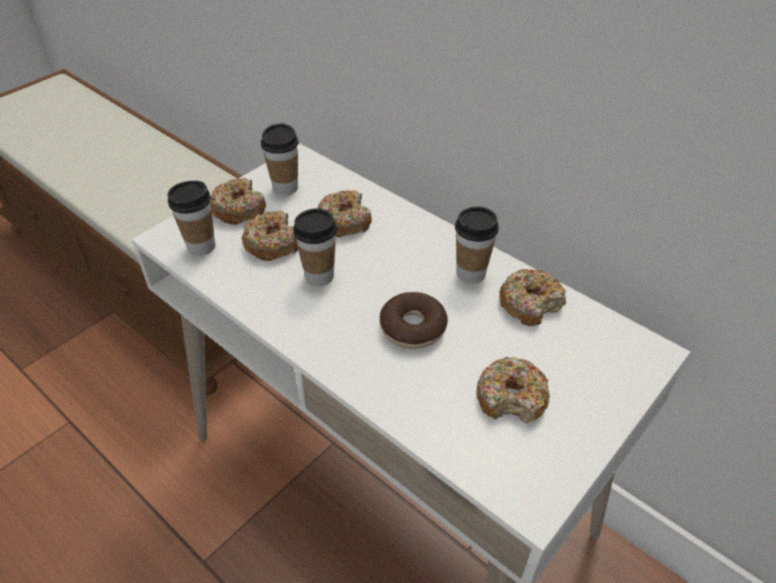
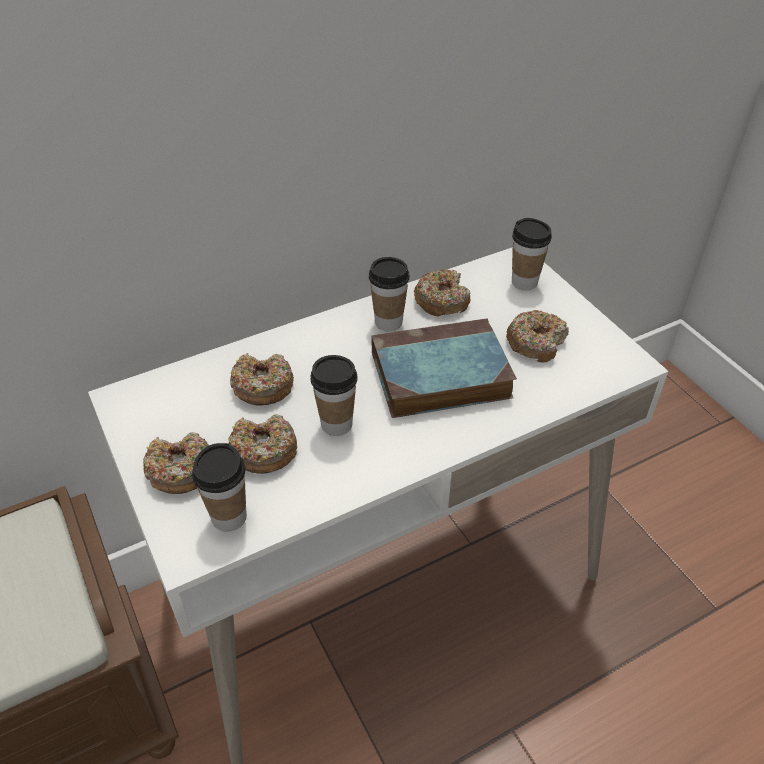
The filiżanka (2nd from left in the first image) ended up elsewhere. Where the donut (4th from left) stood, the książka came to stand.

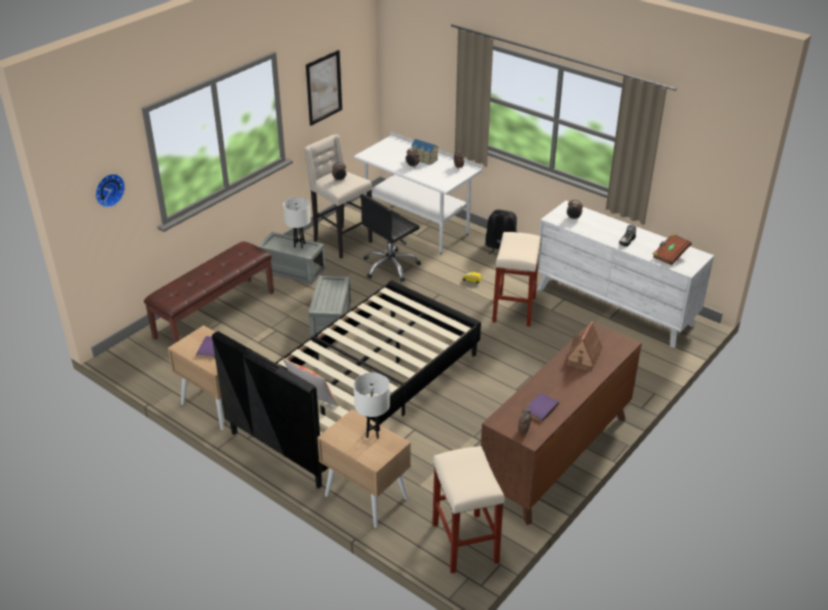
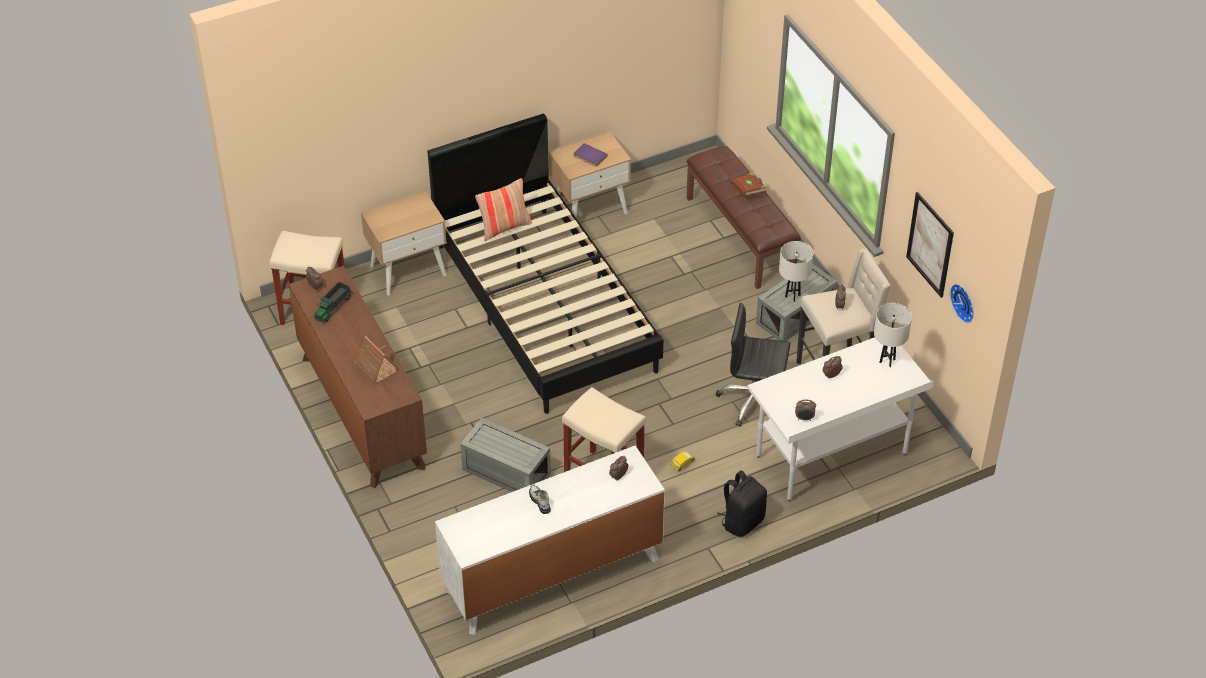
The zegar ścienny ended up elsewhere. The pojemnik do przechowywania/szary (2nd from left in the first image) ended up elsewhere. The lampa stołowa/biały (2nd from left) ended up elsewhere. The krzesło biurowe/czarny ended up facing another way, 60 degrees counterclockwise from before. The second view lost the domek (1st from left). Where the książka/fioletowy (2nd from left) stood, the ciężarówka zabawkowa came to stand. The książka/brązowy ended up elsewhere.

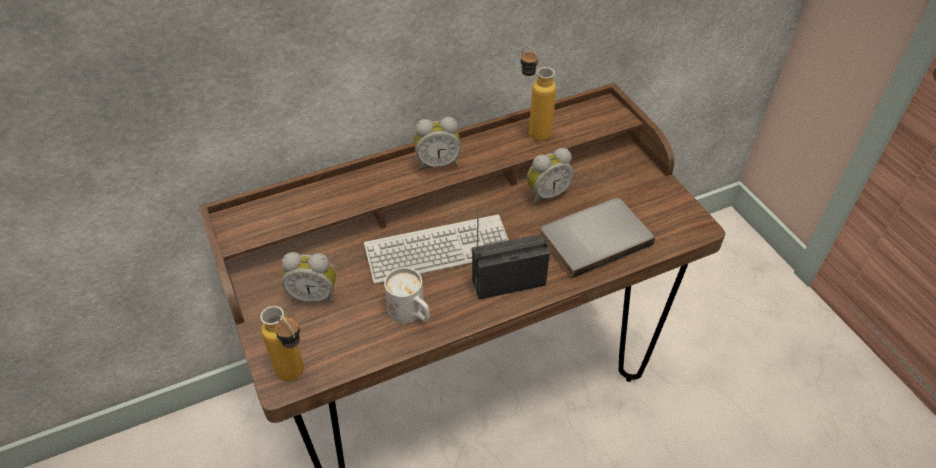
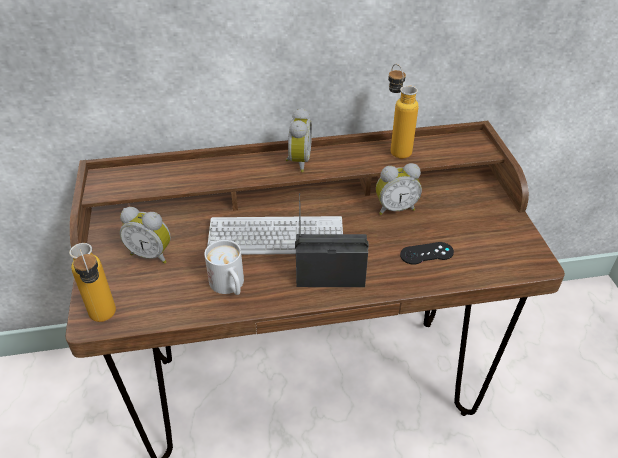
The budzik (2nd from left) ended up facing another way, 90 degrees counterclockwise from before. Where the książka/szary stood, the pad do gier/czarny came to stand.

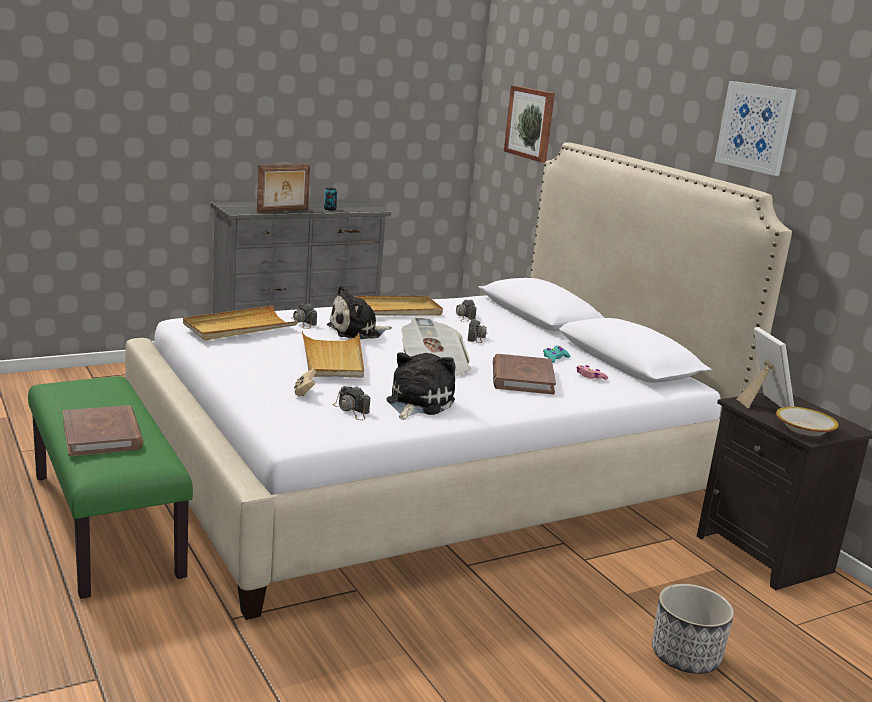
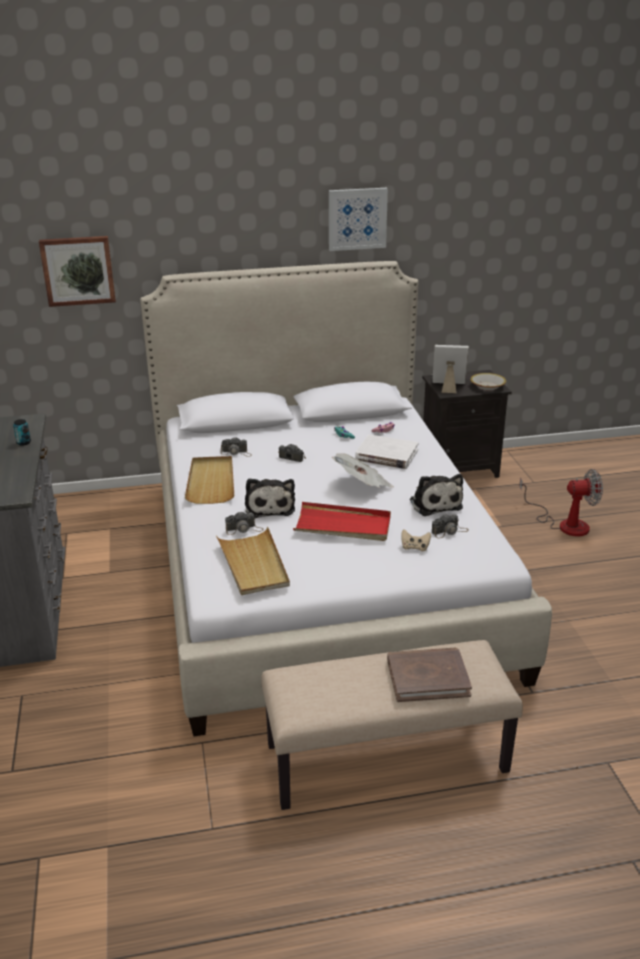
What was the ławka/zielony turned into the ławka/beżowy. The second view lost the ramka na zdjęcie (1st from left). What was the taca/beżowy (2nd from left) turned into the taca/czerwony. The pluszak (2nd from left) ended up facing another way, 150 degrees counterclockwise from before. What was the książka/brązowy (2nd from left) turned into the książka/biały. Where the donica stood, the wentylator came to stand.

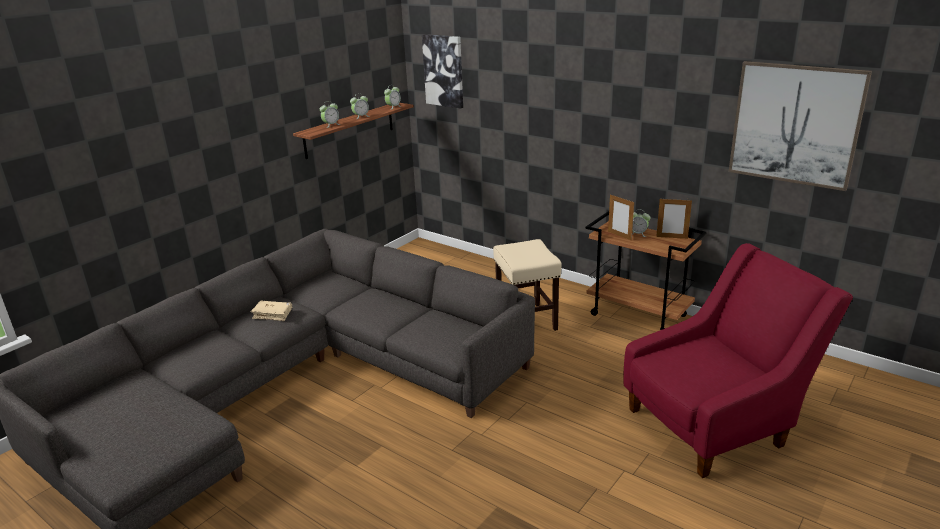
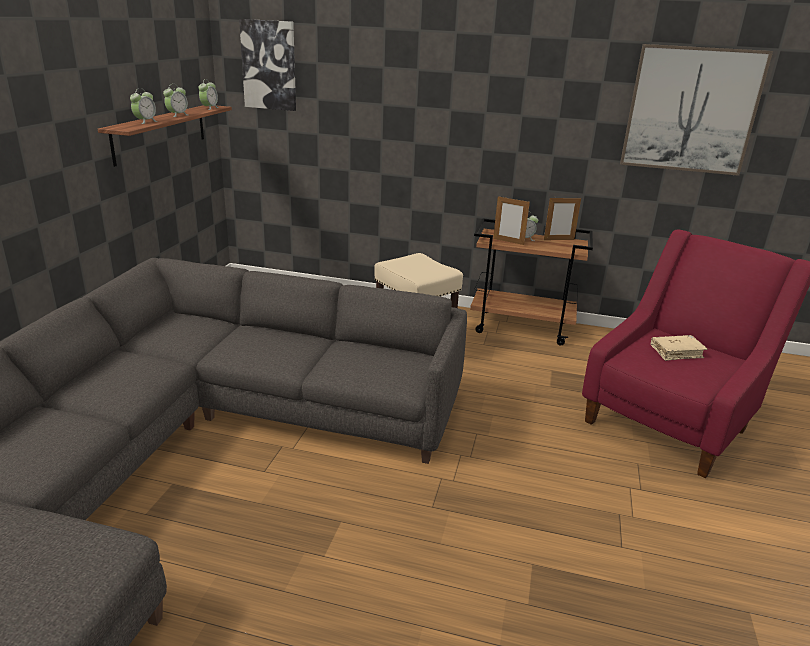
The książka/beżowy ended up elsewhere.

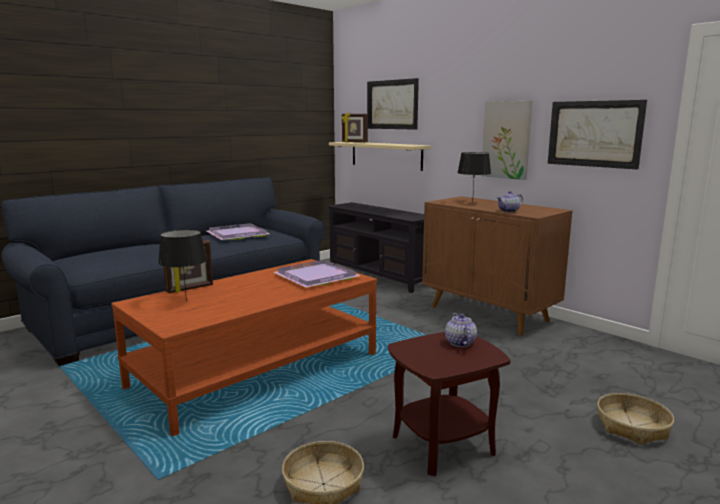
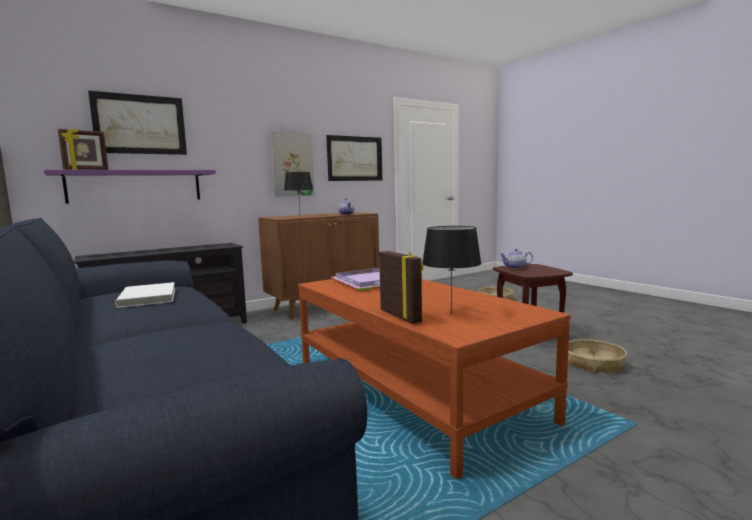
Where the taca/fioletowy (1st from left) stood, the książka/biały came to stand. What was the półka/beżowy turned into the półka/fioletowy.

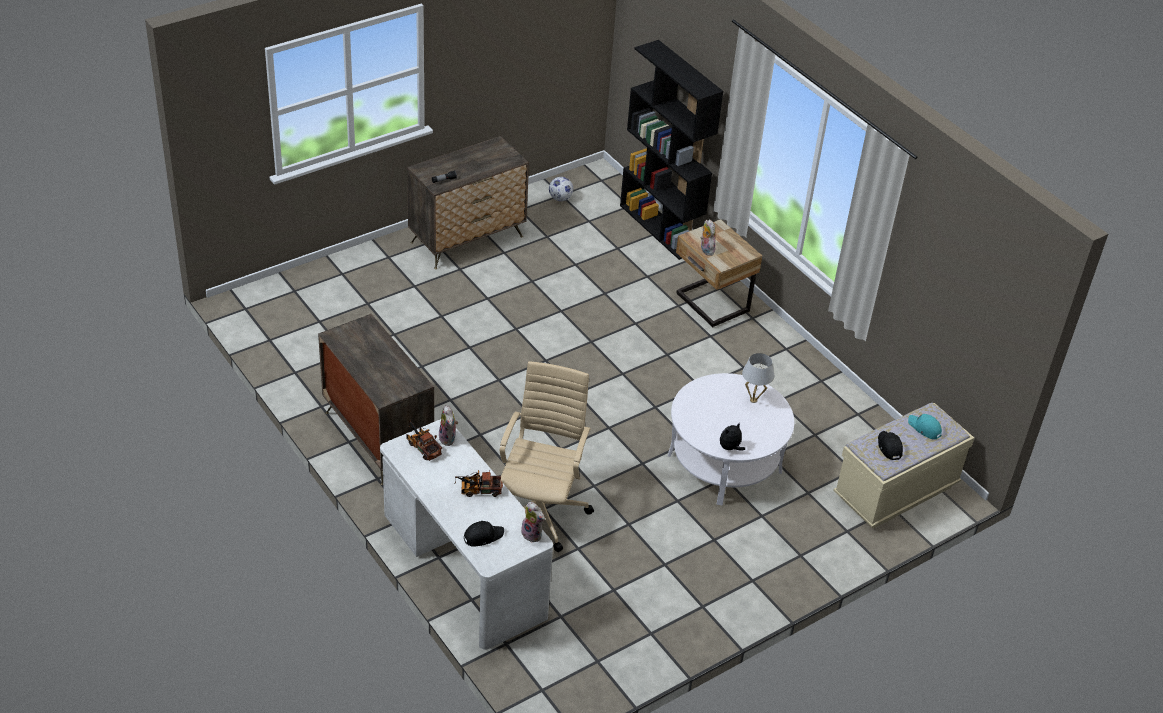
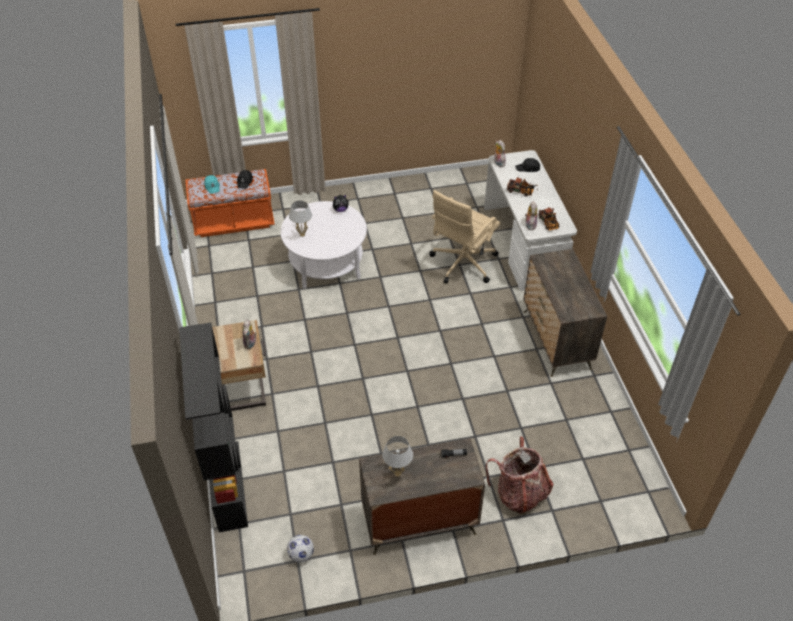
What was the ławka/beżowy turned into the ławka/pomarańczowy. The second view gained the lampa stołowa/biały (2nd from left). The second view gained the plecak.

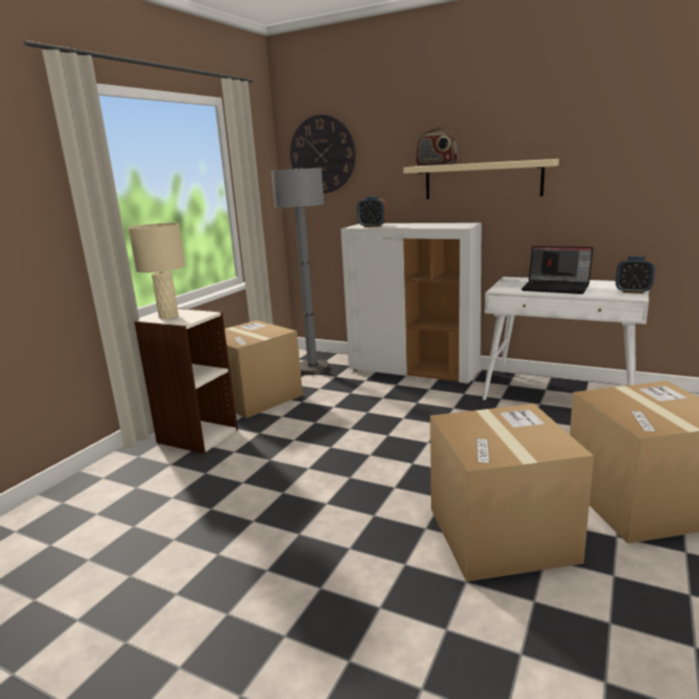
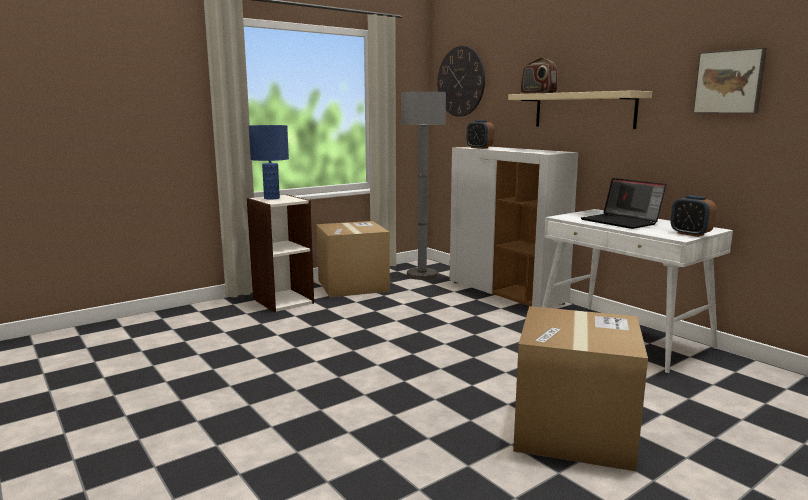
What was the lampa stołowa/beżowy turned into the lampa stołowa/niebieski. The second view lost the karton (2nd from left). The second view gained the obraz.

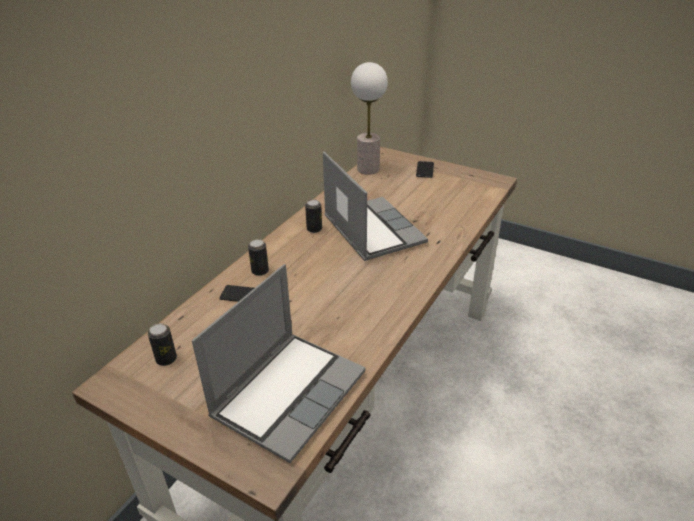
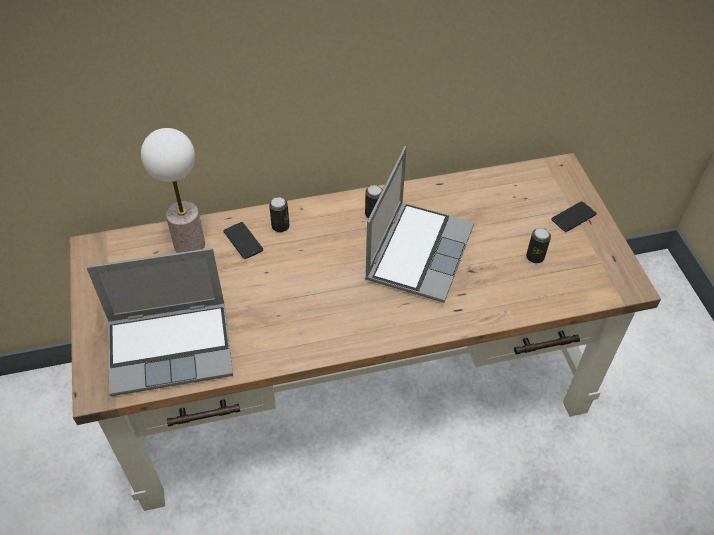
The puszka (1st from left in the first image) ended up elsewhere. The lampa stołowa ended up elsewhere.

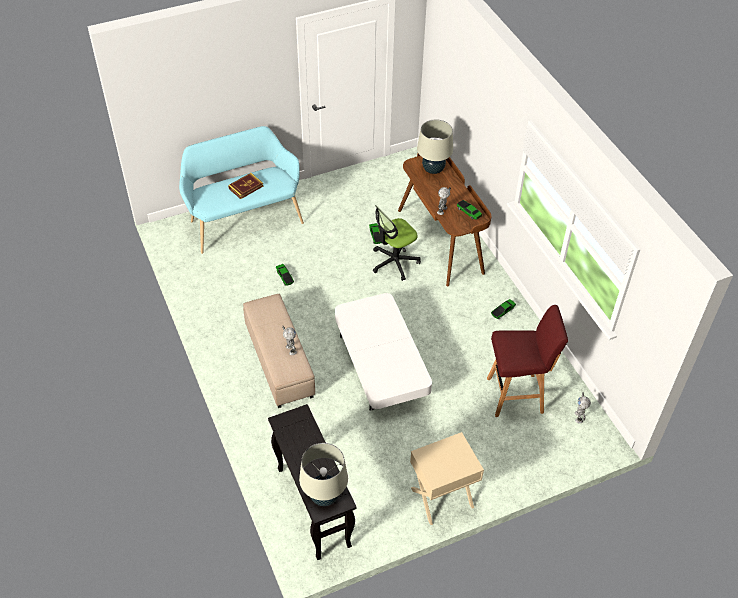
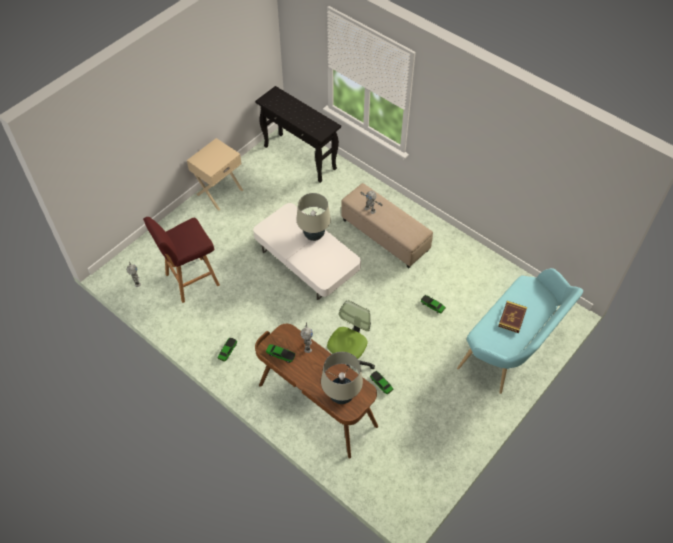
The lampa stołowa/beżowy (1st from left) ended up elsewhere.

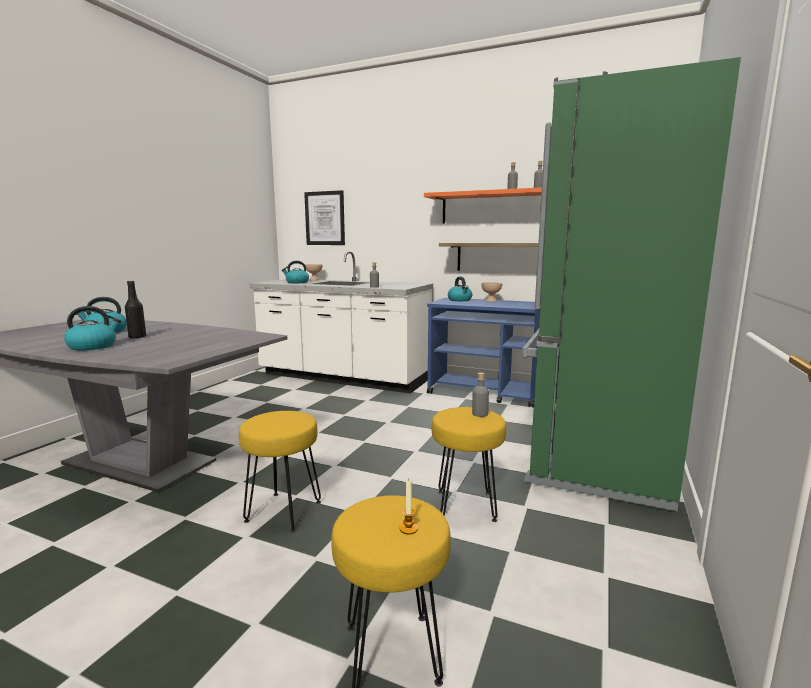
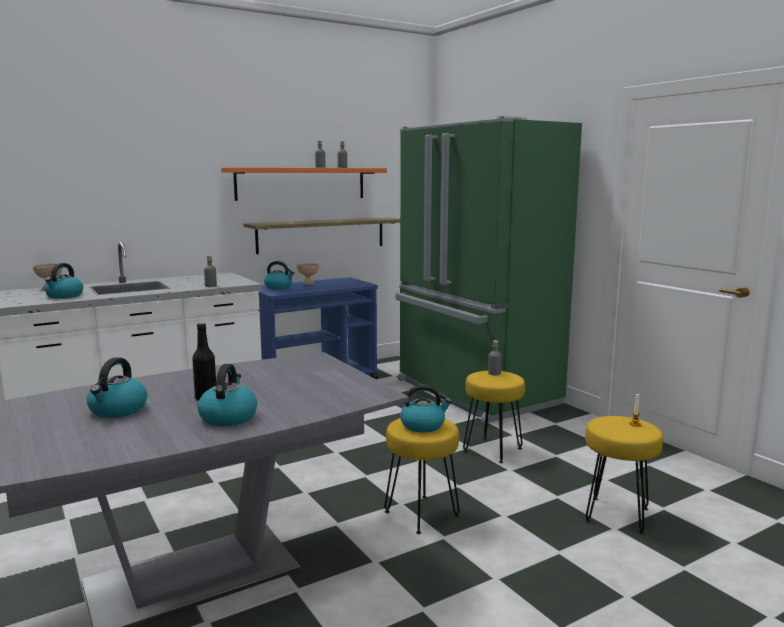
The second view lost the obraz. The second view gained the czajnik (5th from left).

